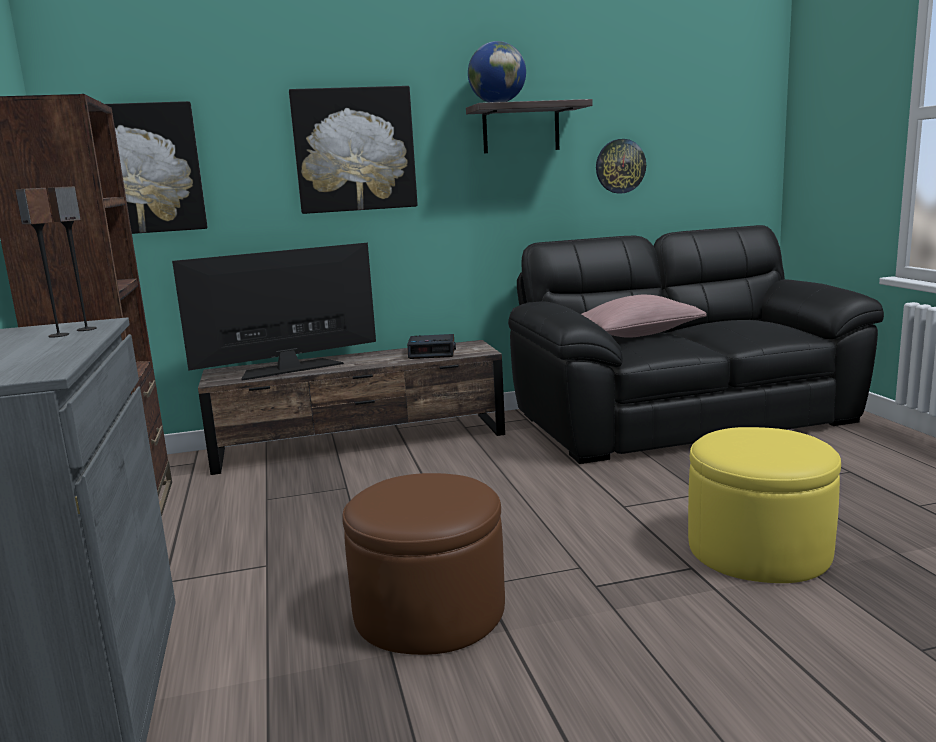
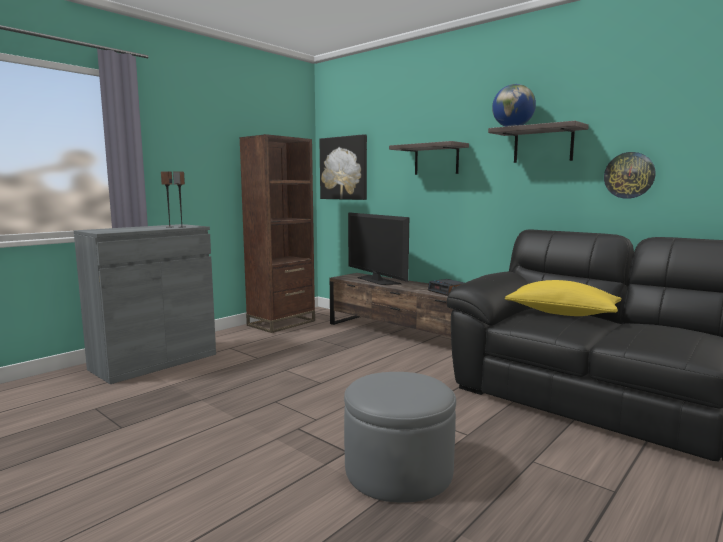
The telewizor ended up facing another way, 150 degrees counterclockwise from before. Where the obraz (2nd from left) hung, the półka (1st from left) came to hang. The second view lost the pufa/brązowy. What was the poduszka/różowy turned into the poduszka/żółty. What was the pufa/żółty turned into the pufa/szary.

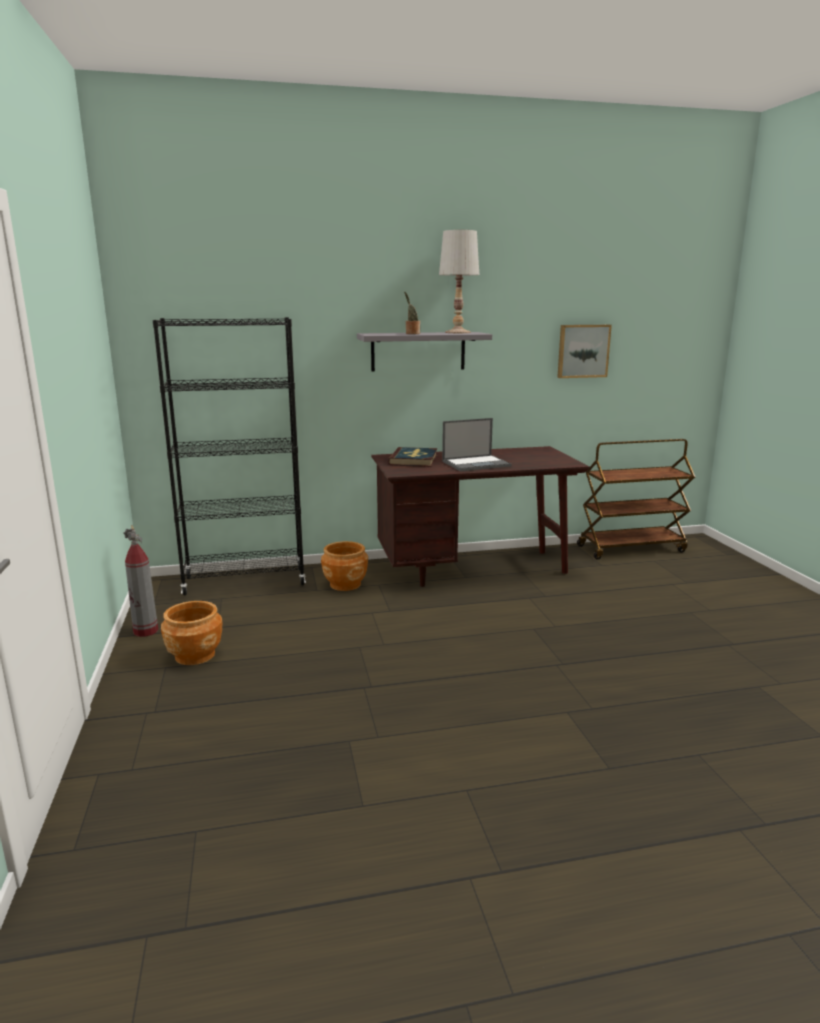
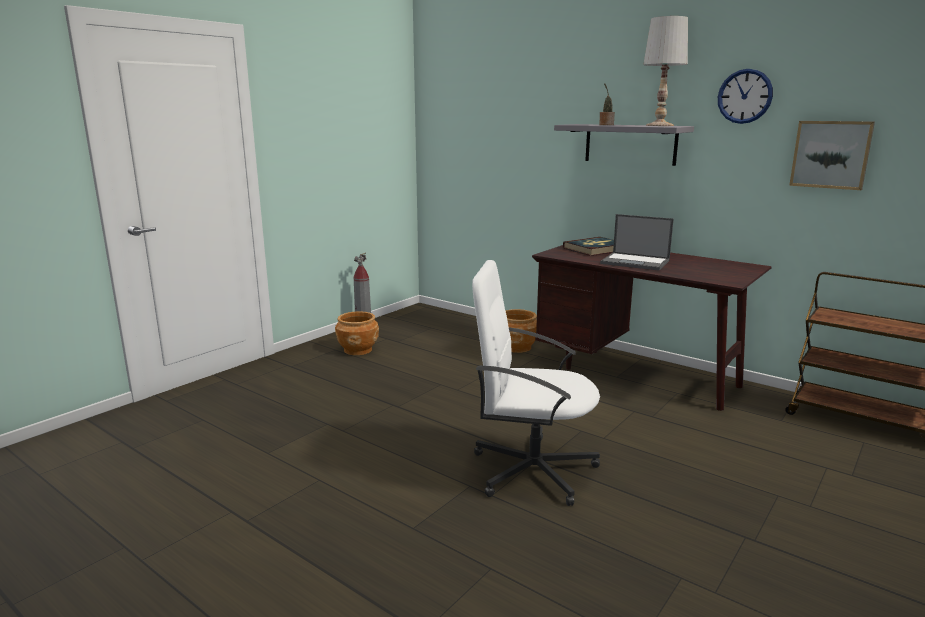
The second view lost the regał/czarny. The second view gained the krzesło biurowe/biały. The second view gained the zegar ścienny.

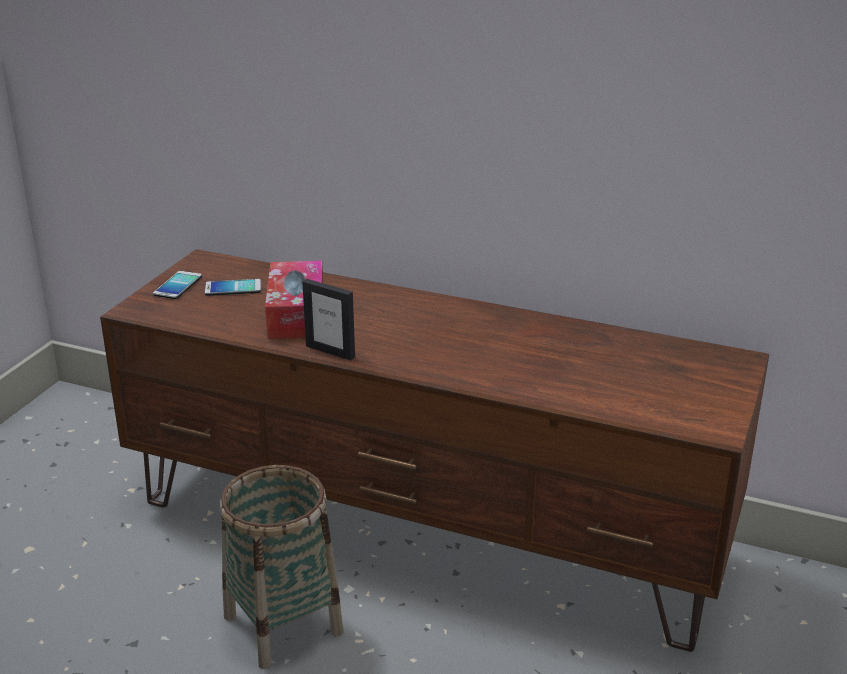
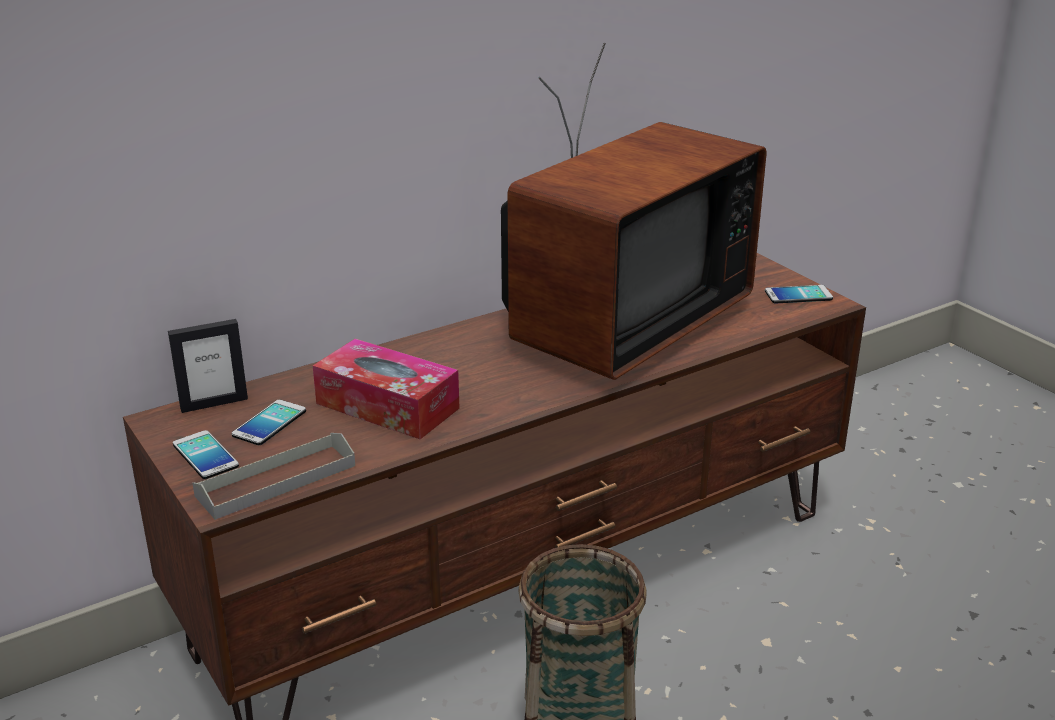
The ramka na zdjęcie ended up elsewhere. The second view gained the taca/szary. The second view gained the telewizor. The second view gained the telefon (3rd from left).

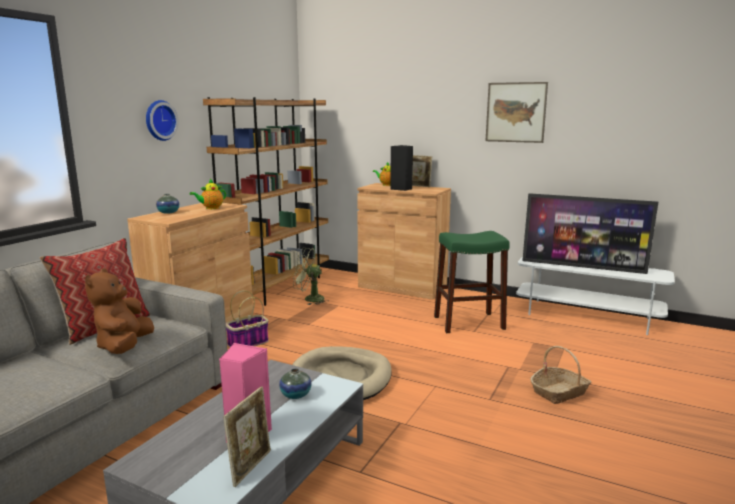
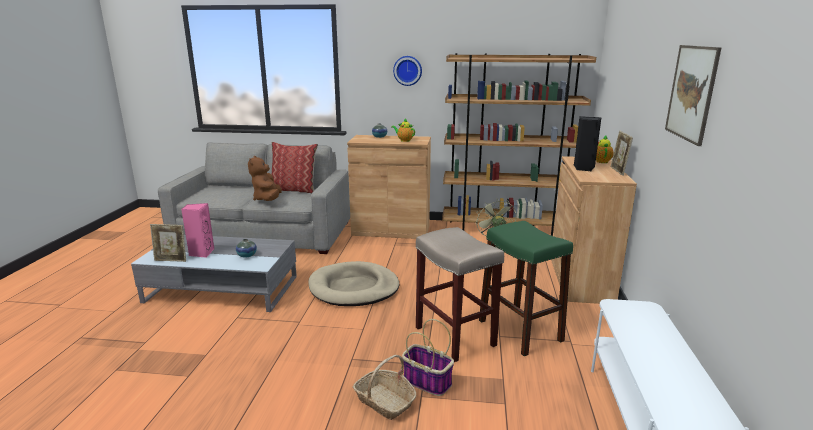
The pluszak/brązowy ended up facing another way, 75 degrees counterclockwise from before. The koszyk (1st from left in the first image) ended up elsewhere. The second view lost the telewizor. The second view gained the stołek/beżowy.

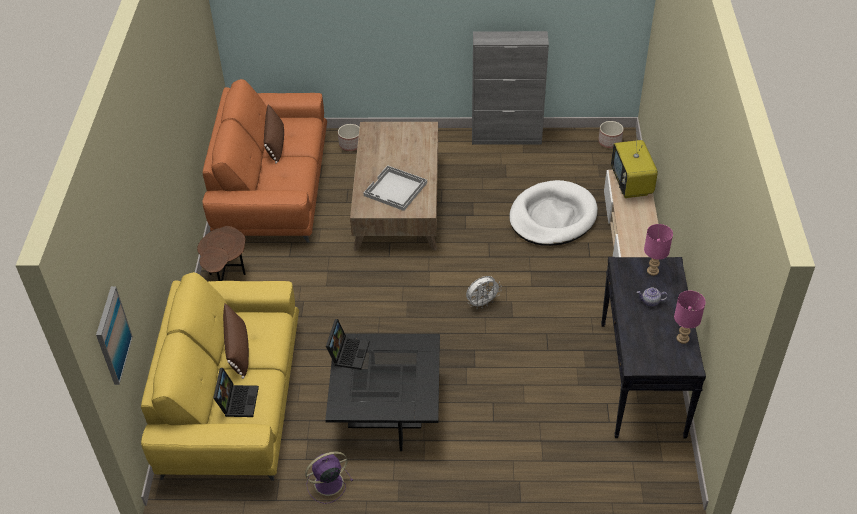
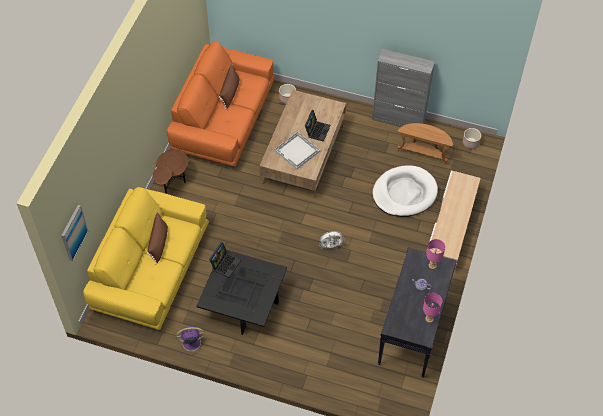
The laptop (1st from left in the first image) ended up elsewhere. The second view lost the telewizor. The second view gained the stolik/brązowy (2nd from left).

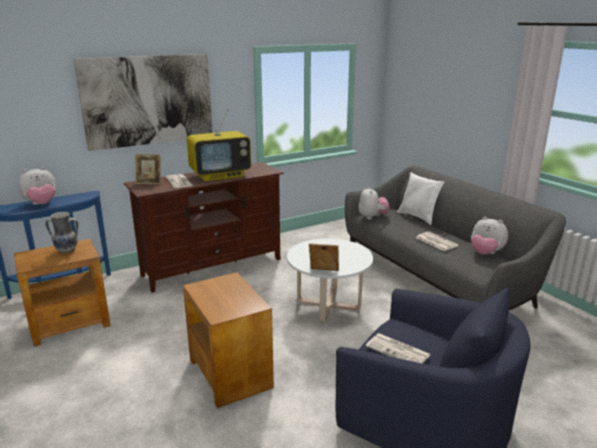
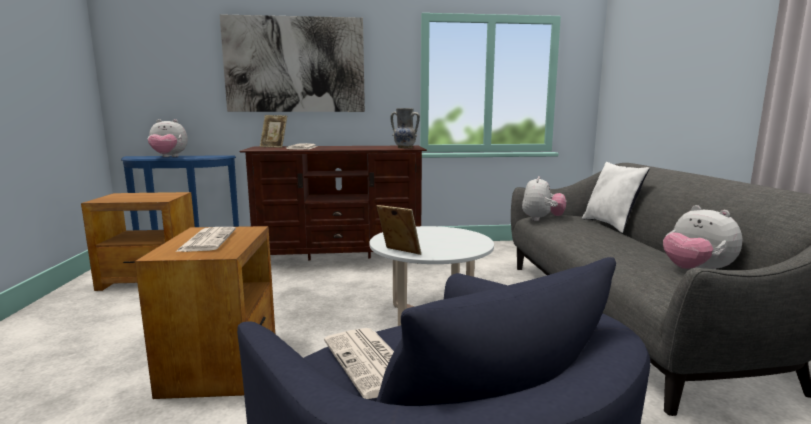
The wazon ended up elsewhere. The second view lost the telewizor. The gazeta (3rd from left in the first image) ended up elsewhere.

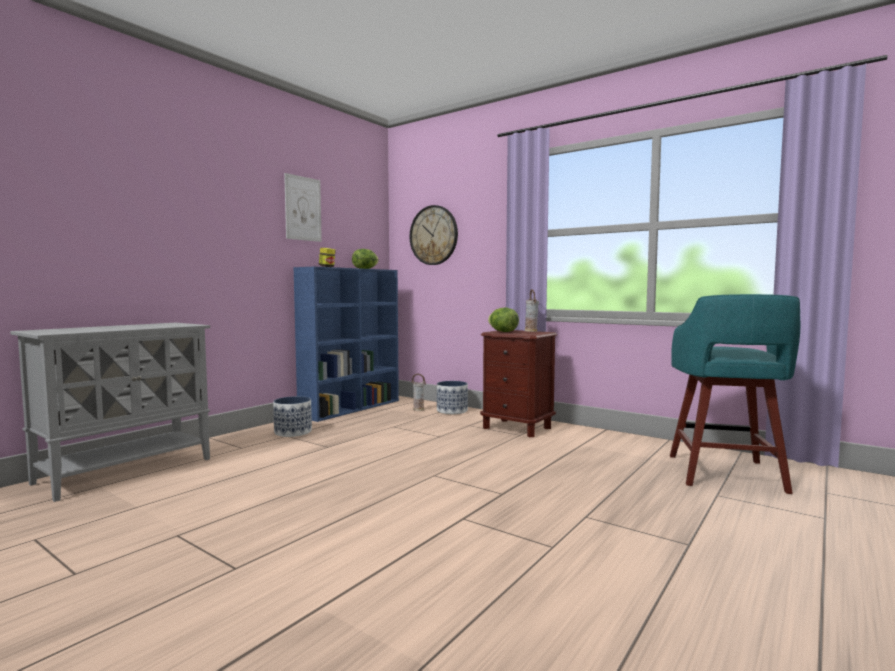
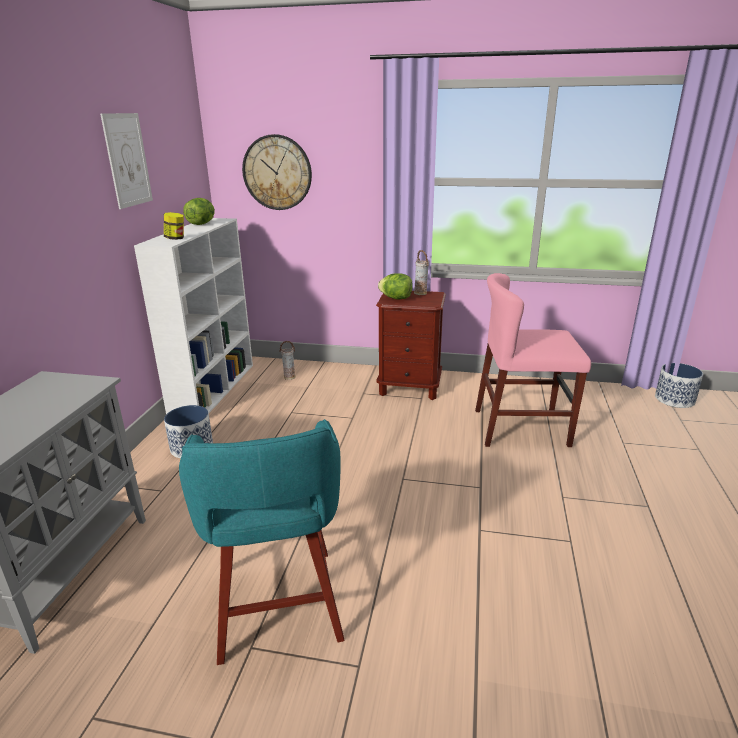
What was the regał/niebieski turned into the regał/biały. The donica (2nd from left) ended up elsewhere. The stołek/turkusowy ended up elsewhere. The second view gained the krzesło/różowy.

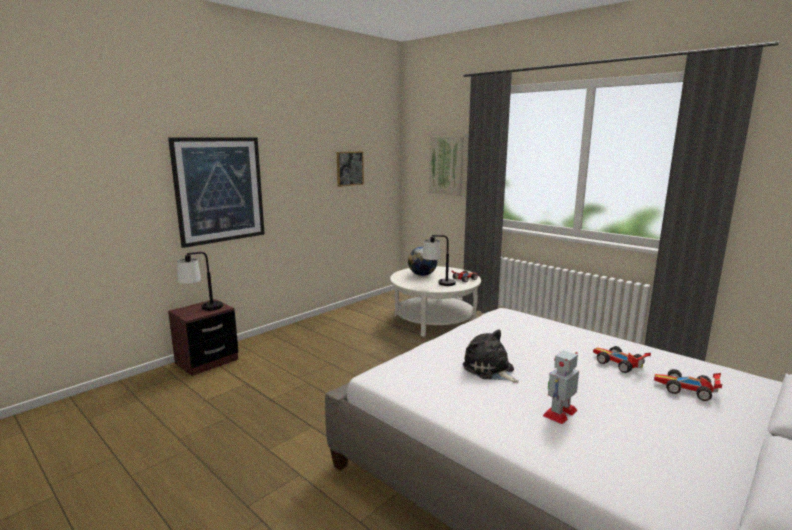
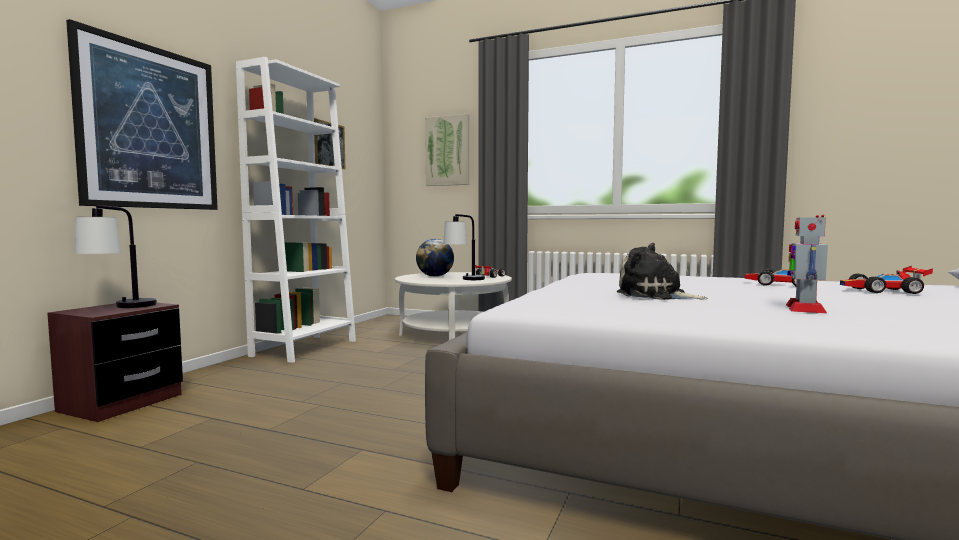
The second view gained the regał/biały.

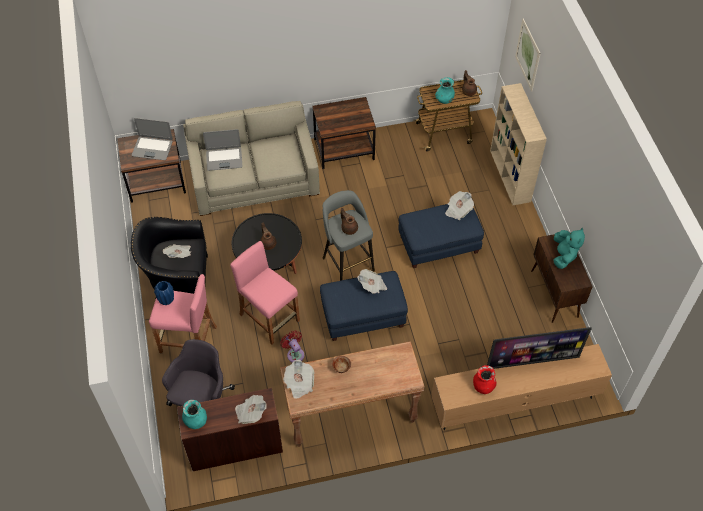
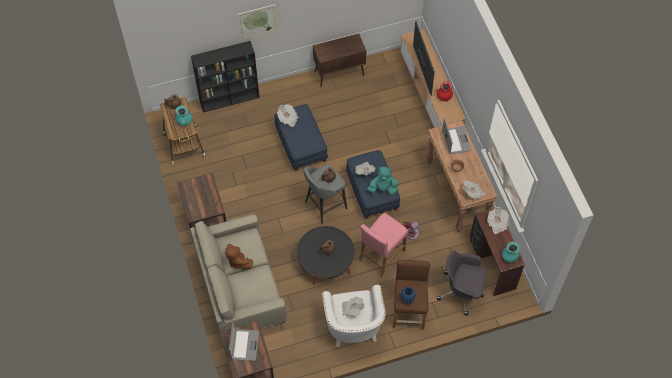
What was the fotel/czarny turned into the fotel/biały. What was the stołek/różowy (1st from left) turned into the stołek/brązowy. The laptop (2nd from left) ended up elsewhere. What was the regał/beżowy turned into the regał/czarny. The obraz ended up elsewhere. The pluszak/turkusowy ended up elsewhere. The second view gained the pluszak/brązowy.

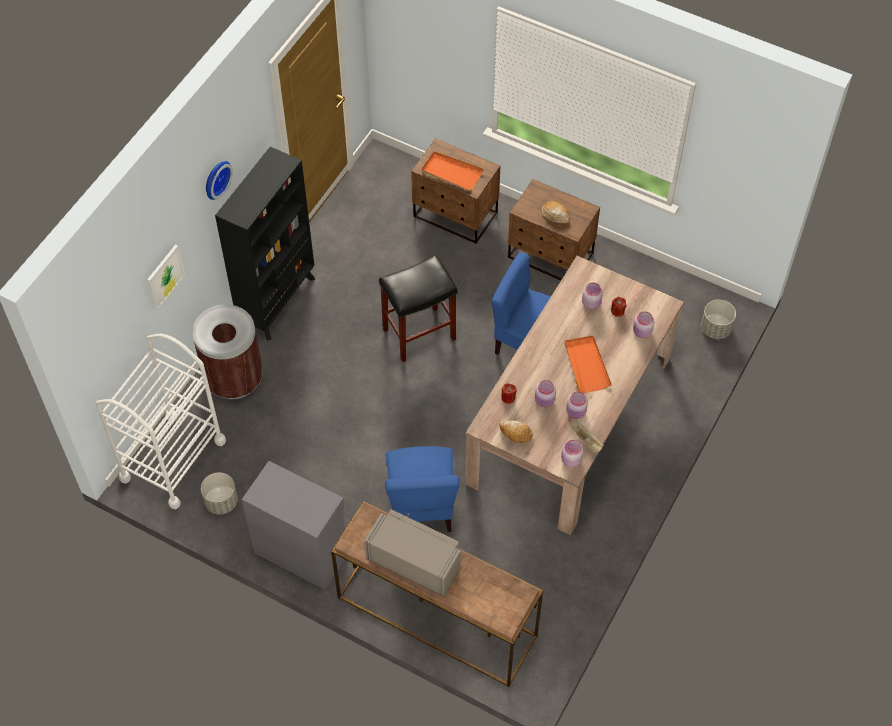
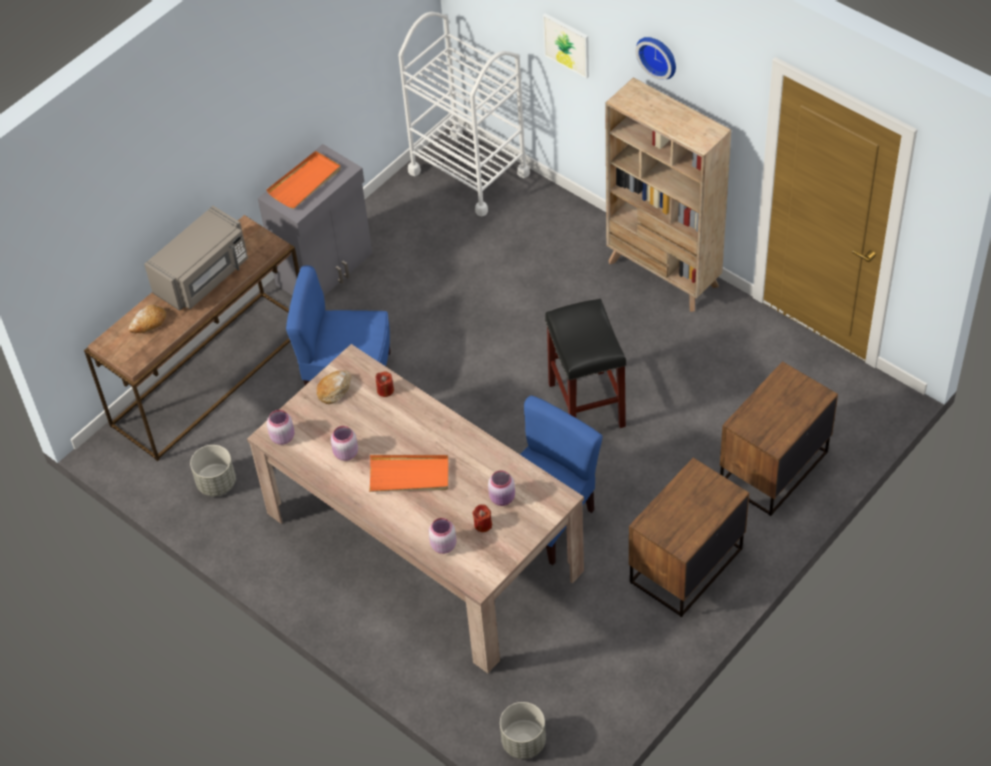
The second view lost the kosz na śmieci/brązowy. The donica/szary (1st from left) ended up elsewhere. What was the regał/czarny turned into the regał/beżowy. The taca/pomarańczowy (1st from left) ended up elsewhere. The second view lost the słoik/różowy (1st from left). The chleb (2nd from left in the first image) ended up elsewhere. The second view lost the taca/beżowy.

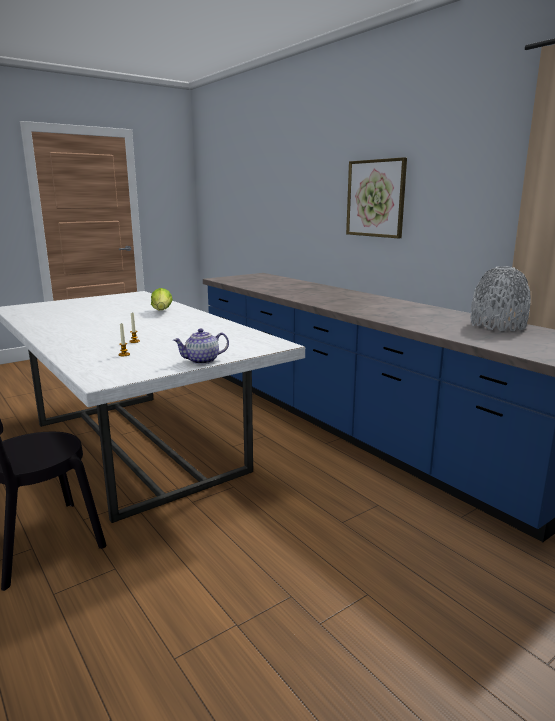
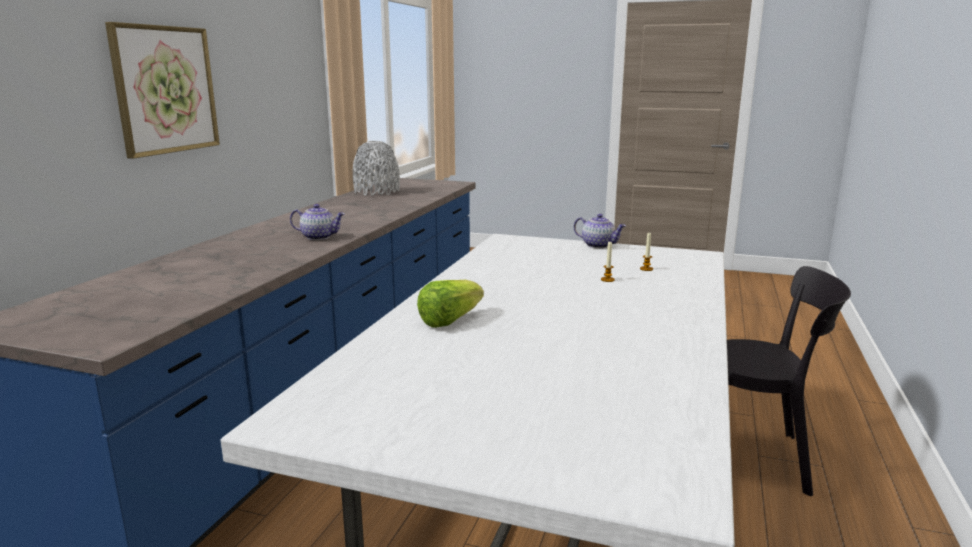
The second view gained the imbryk (1st from left).

